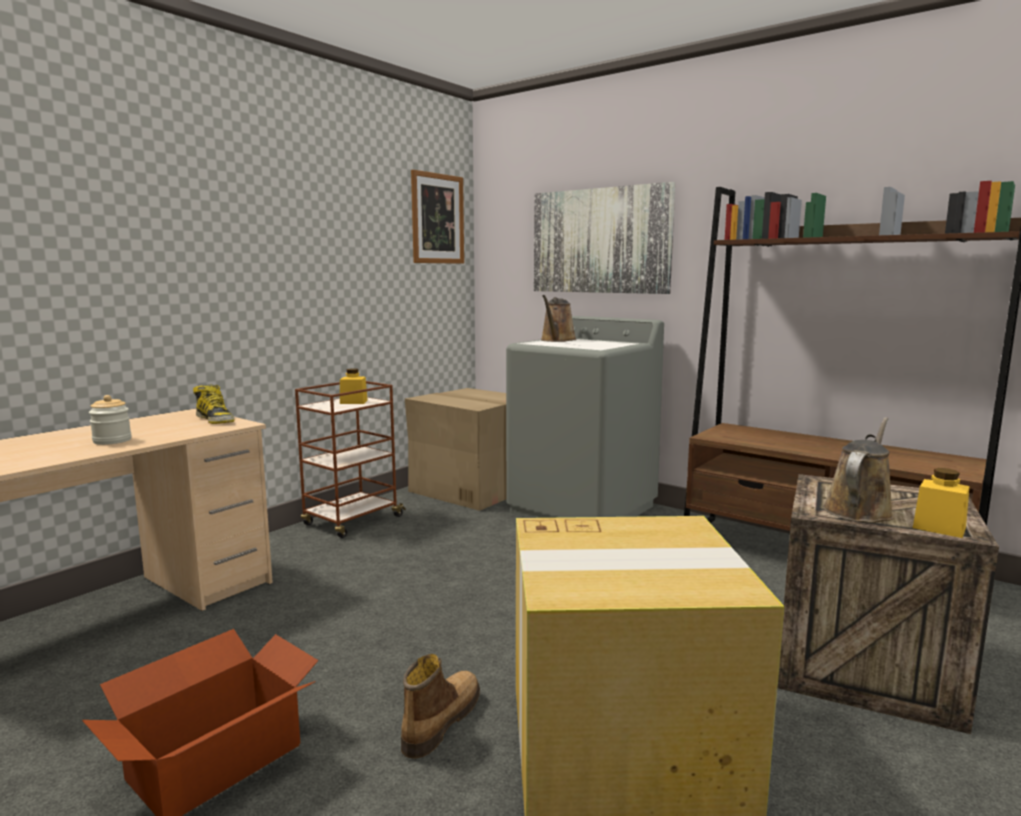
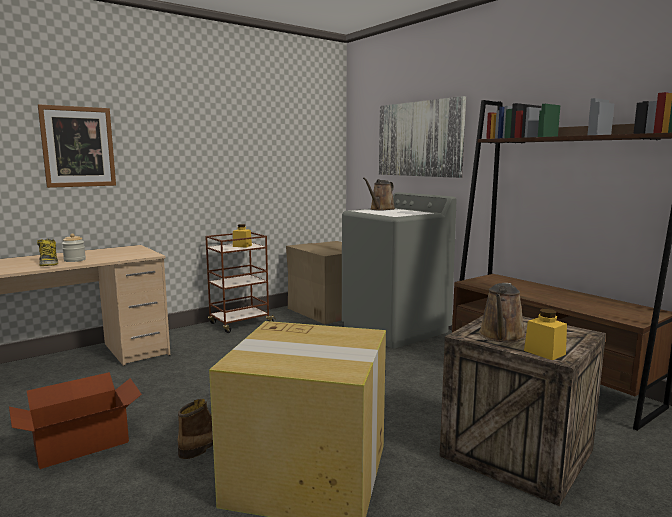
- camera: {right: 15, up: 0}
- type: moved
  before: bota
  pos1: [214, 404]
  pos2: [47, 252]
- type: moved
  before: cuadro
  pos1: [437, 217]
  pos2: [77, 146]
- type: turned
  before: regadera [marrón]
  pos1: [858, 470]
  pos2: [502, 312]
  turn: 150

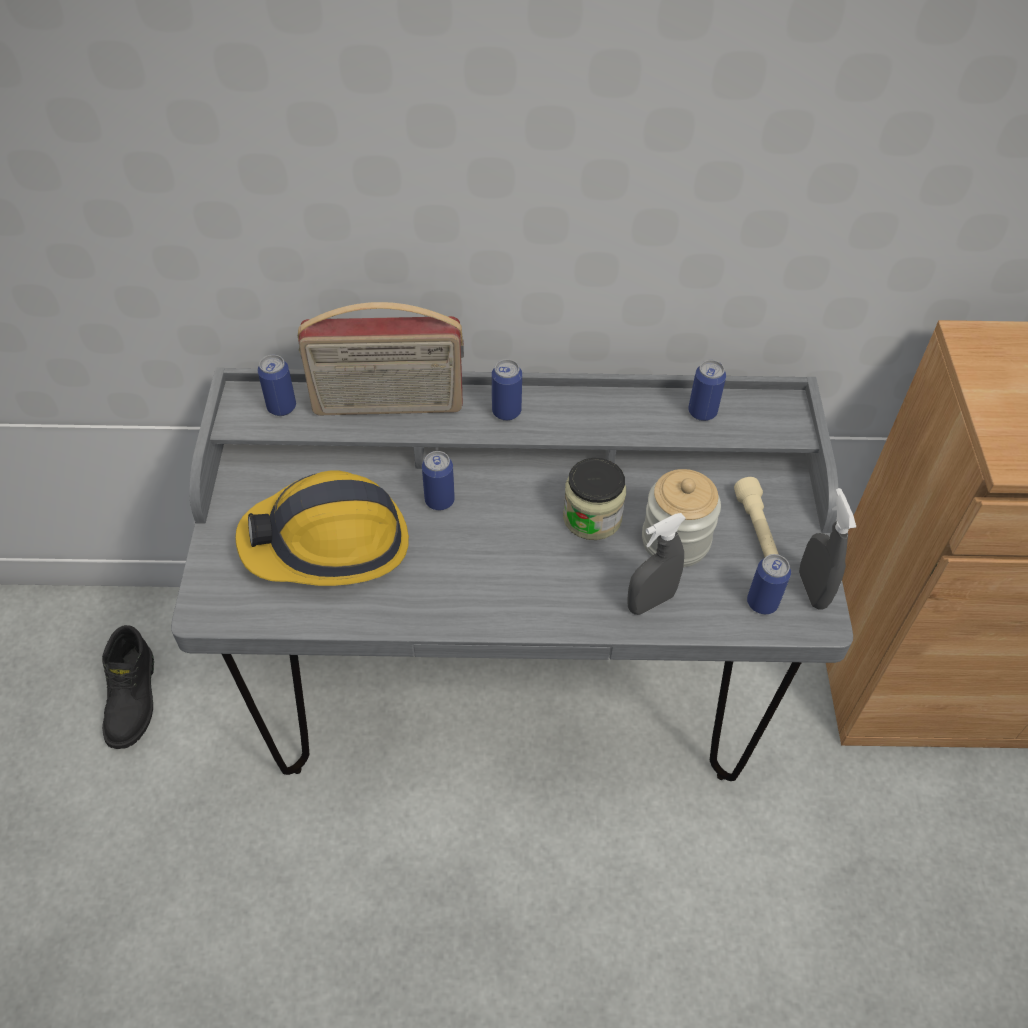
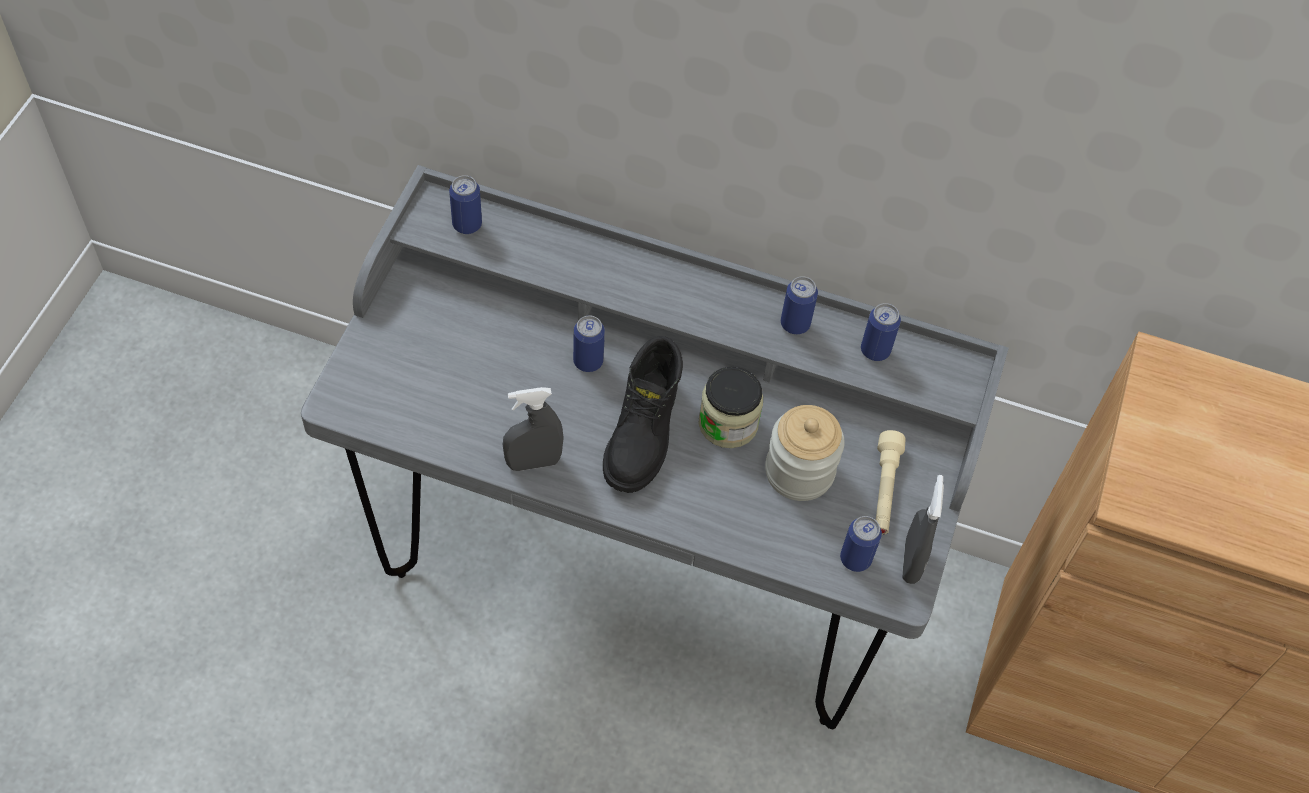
- camera: {right: 15, up: 5}
- type: moved
  before: pulverizador [gris]
  pos1: [657, 564]
  pos2: [533, 429]
- type: moved
  before: bota [negro]
  pos1: [128, 687]
  pos2: [643, 414]
- type: moved
  before: lata
  pos1: [507, 390]
  pos2: [799, 305]
- type: removed
  before: casco
  pos1: [322, 528]
- type: removed
  before: radio
  pos1: [381, 358]

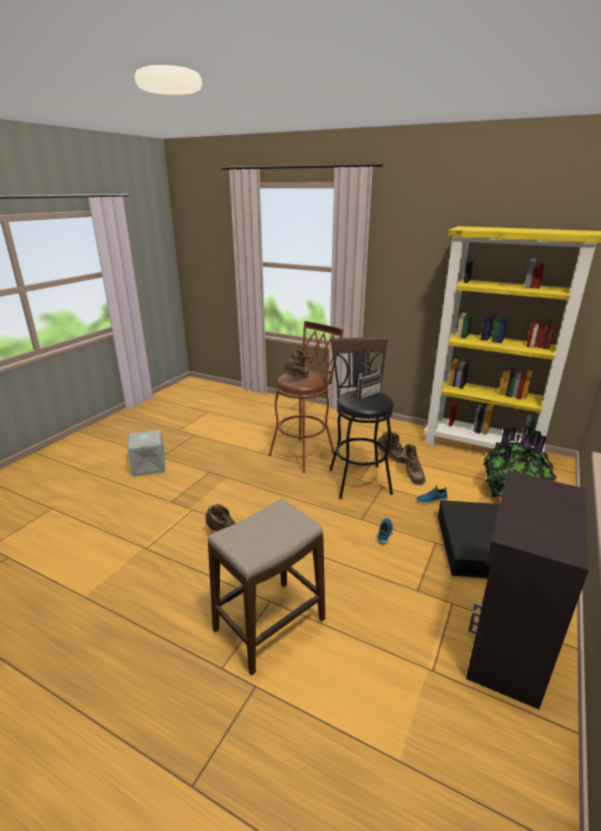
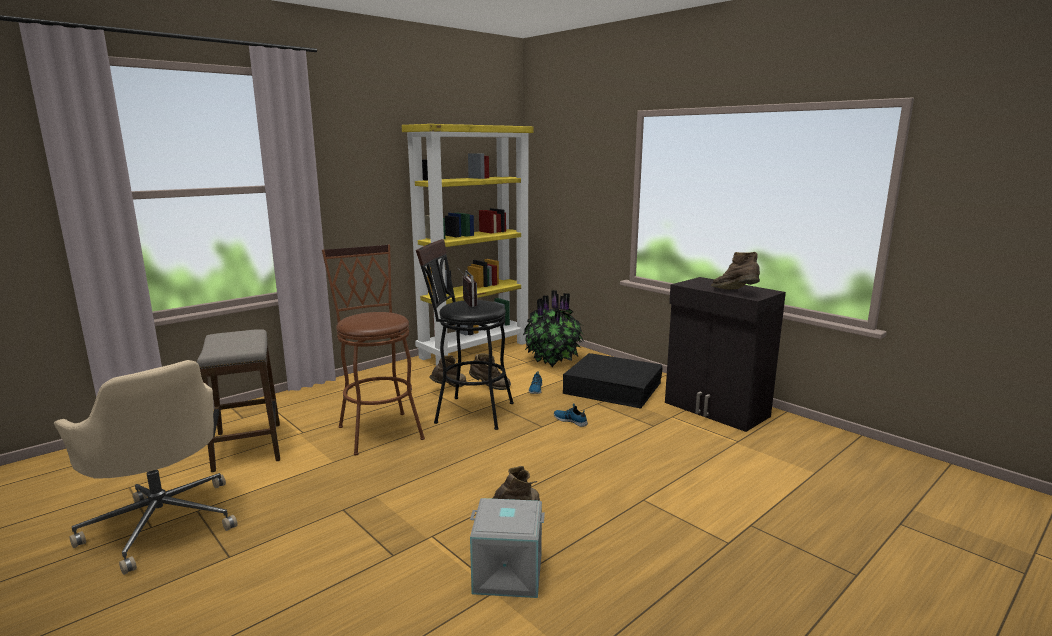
- camera: {right: -70, up: -10}
- type: added
  after: silla de oficina [beis]
  pos2: [146, 467]
- type: moved
  before: taburete
  pos1: [266, 587]
  pos2: [238, 400]
- type: moved
  before: caja de almacenaje [gris]
  pos1: [146, 453]
  pos2: [507, 548]
- type: moved
  before: bota [marrón]
  pos1: [295, 363]
  pos2: [735, 271]

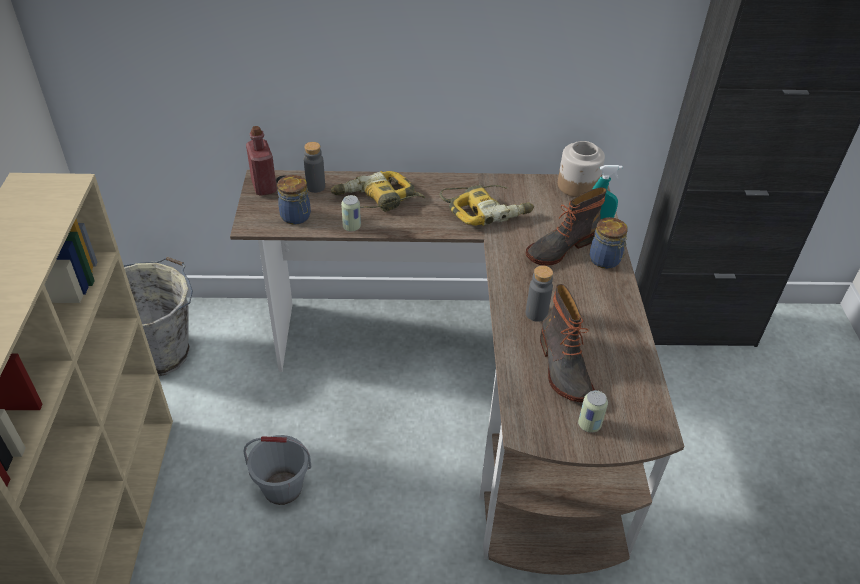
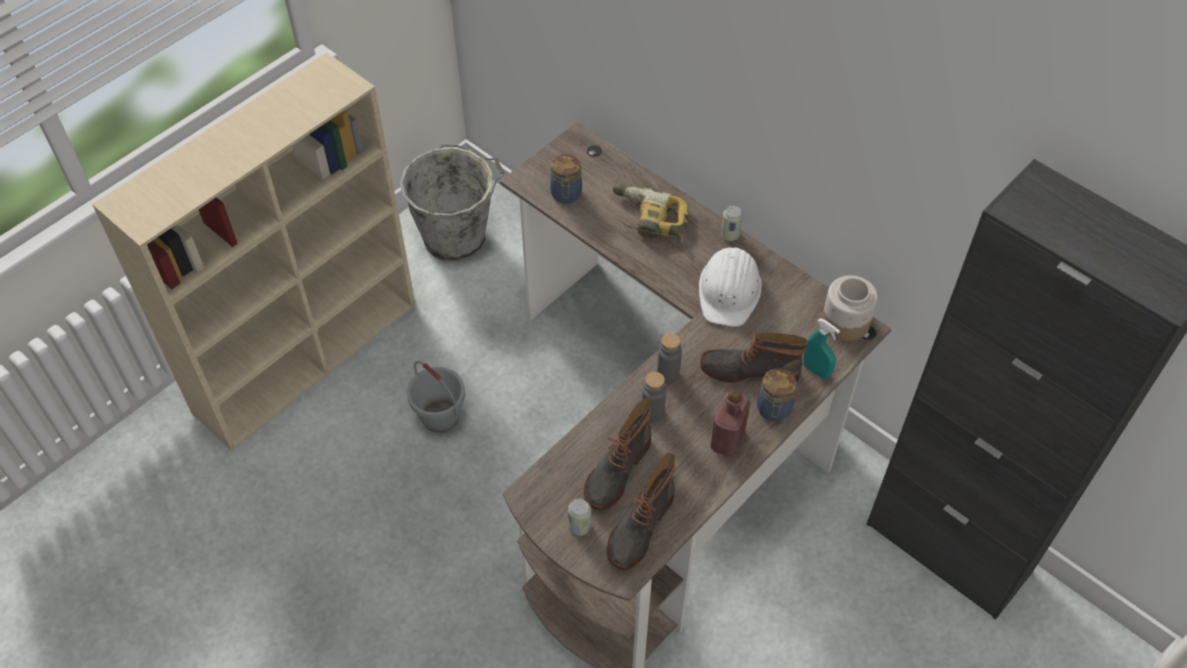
- camera: {right: 45, up: 10}
- type: added
  after: bota
  pos2: [641, 511]
- type: moved
  before: botella [gris]
  pos1: [314, 167]
  pos2: [669, 358]
- type: replaced
  before: taladro
  after: casco [blanco]
  pos1: [486, 205]
  pos2: [730, 286]
- type: moved
  before: botella [rojo]
  pos1: [261, 161]
  pos2: [731, 423]
- type: moved
  before: lata
  pos1: [351, 213]
  pos2: [732, 223]

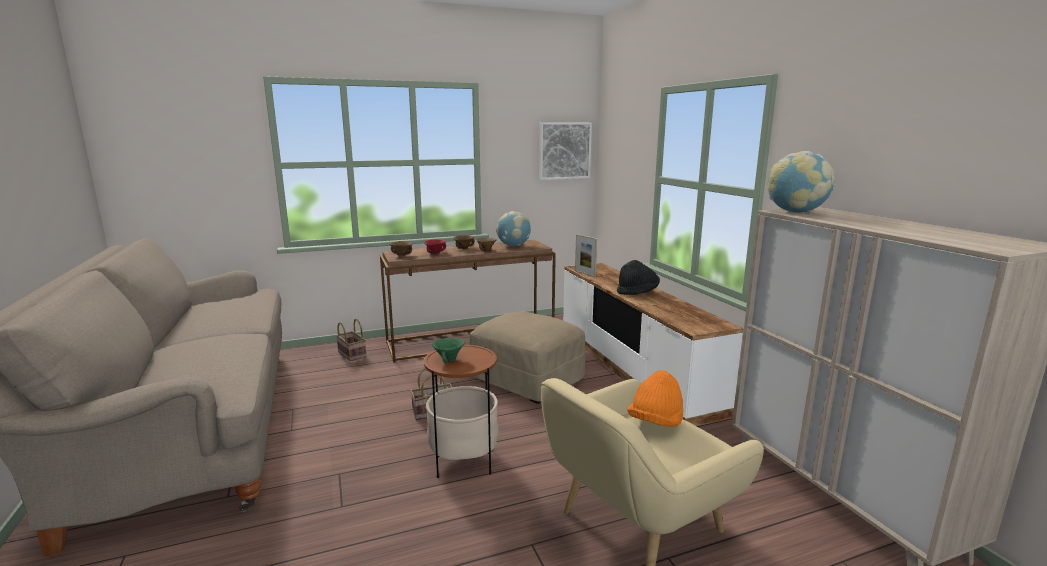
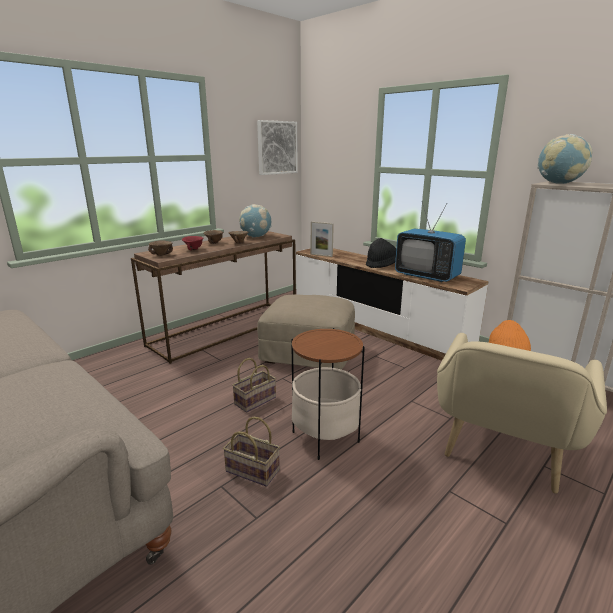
- camera: {right: -25, up: 5}
- type: moved
  before: cesta
  pos1: [351, 340]
  pos2: [251, 452]
- type: added
  after: televisor
  pos2: [430, 242]
- type: removed
  before: cuenco [verde]
  pos1: [448, 350]

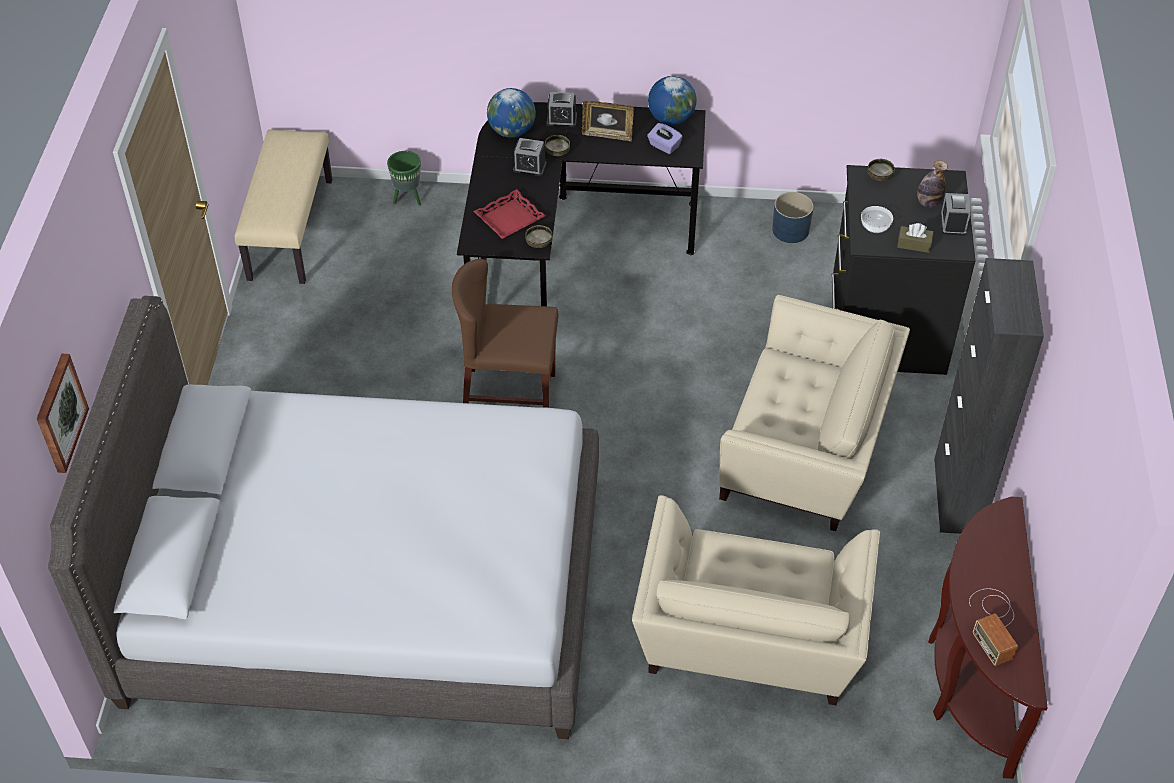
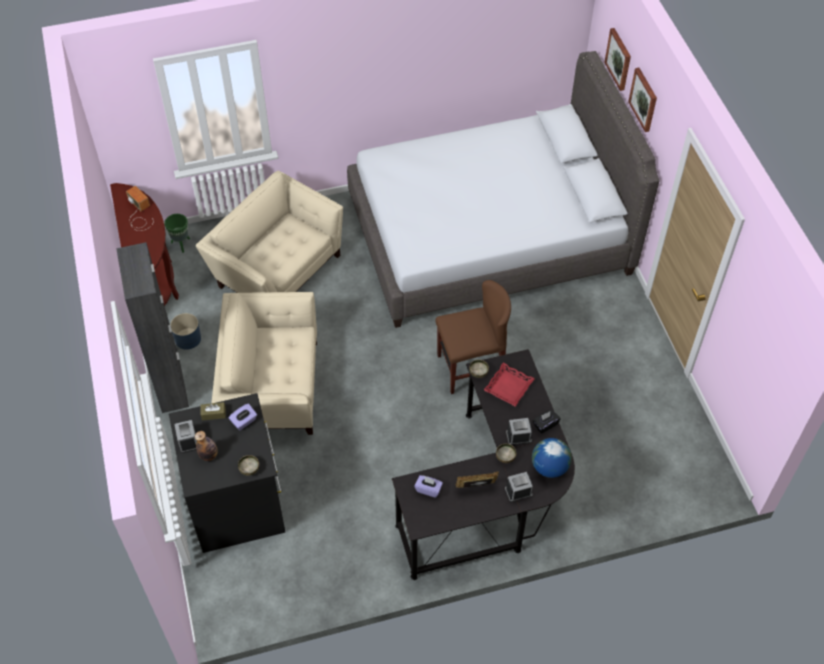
- camera: {right: 160, up: 5}
- type: moved
  before: maceta [verde]
  pos1: [404, 178]
  pos2: [177, 233]
- type: moved
  before: maceta [azul]
  pos1: [793, 217]
  pos2: [185, 331]
- type: turned
  before: sillón [beis]
  pos1: [756, 600]
  pos2: [269, 232]
  turn: -45
- type: replaced
  before: cuenco
  after: caja de pañuelos [morado]
  pos1: [877, 219]
  pos2: [242, 416]
- type: added
  after: caja de pañuelos [negro]
  pos2: [546, 421]
- type: added
  after: cuadro
  pos2: [642, 100]
- type: removed
  before: banco [beis]
  pos1: [283, 206]
- type: removed
  before: globo terráqueo
  pos1: [672, 100]

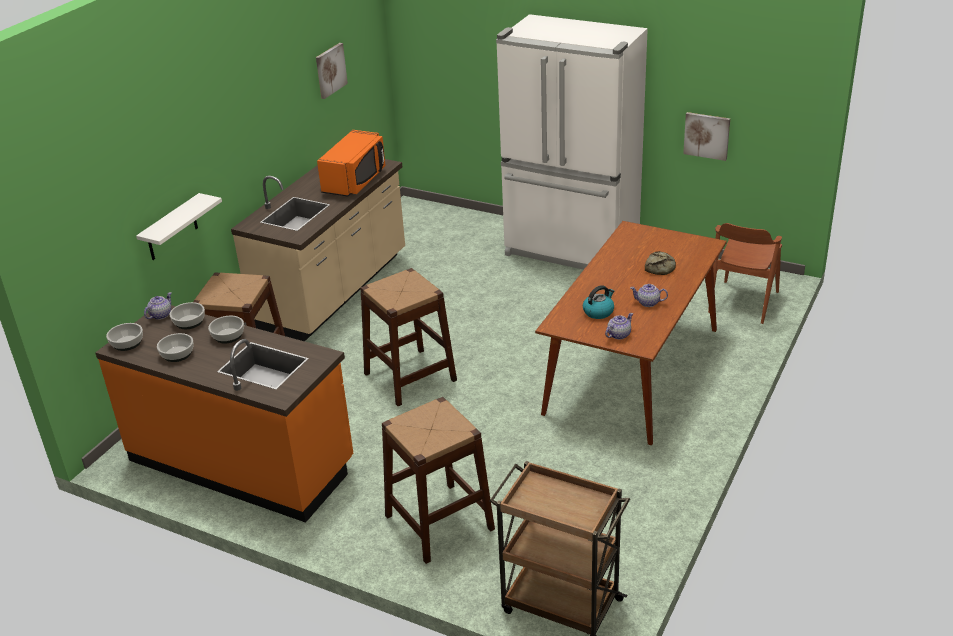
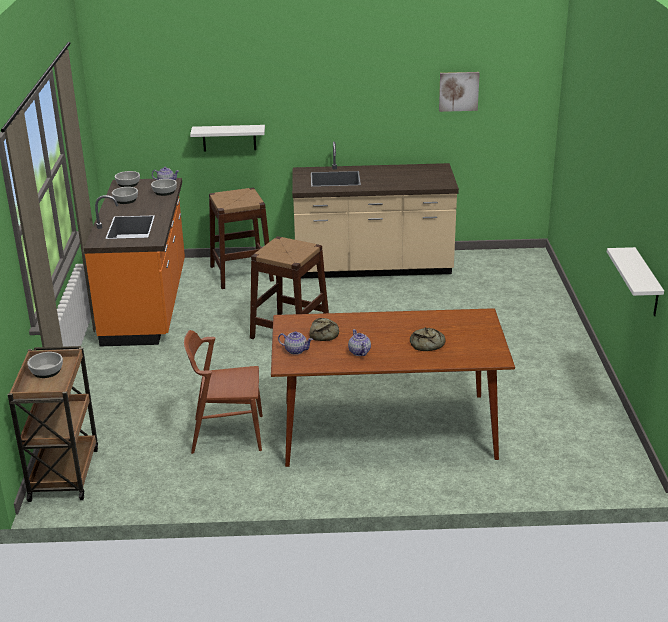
- camera: {right: 60, up: -5}
- type: moved
  before: cuenco
  pos1: [226, 329]
  pos2: [45, 365]
- type: moved
  before: silla [marrón]
  pos1: [745, 273]
  pos2: [223, 392]
- type: replaced
  before: hervidor
  after: pan
  pos1: [598, 302]
  pos2: [324, 329]
- type: replaced
  before: cuadro
  after: estante [blanco]
  pos1: [706, 136]
  pos2: [635, 281]
- type: removed
  before: microondas [naranja]
  pos1: [351, 163]
- type: removed
  before: taburete [marrón]
  pos1: [438, 480]
- type: removed
  before: nevera [blanco]
  pos1: [572, 142]

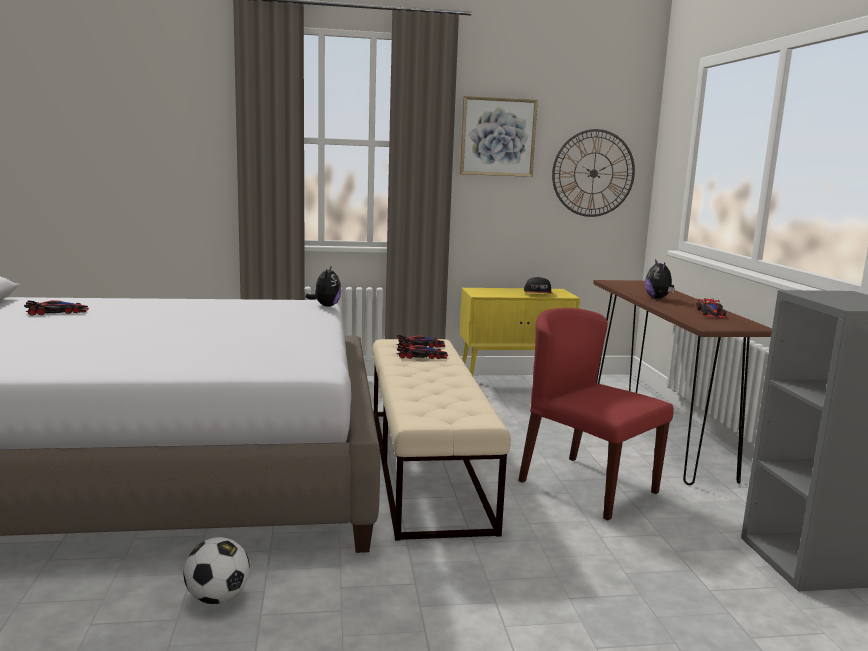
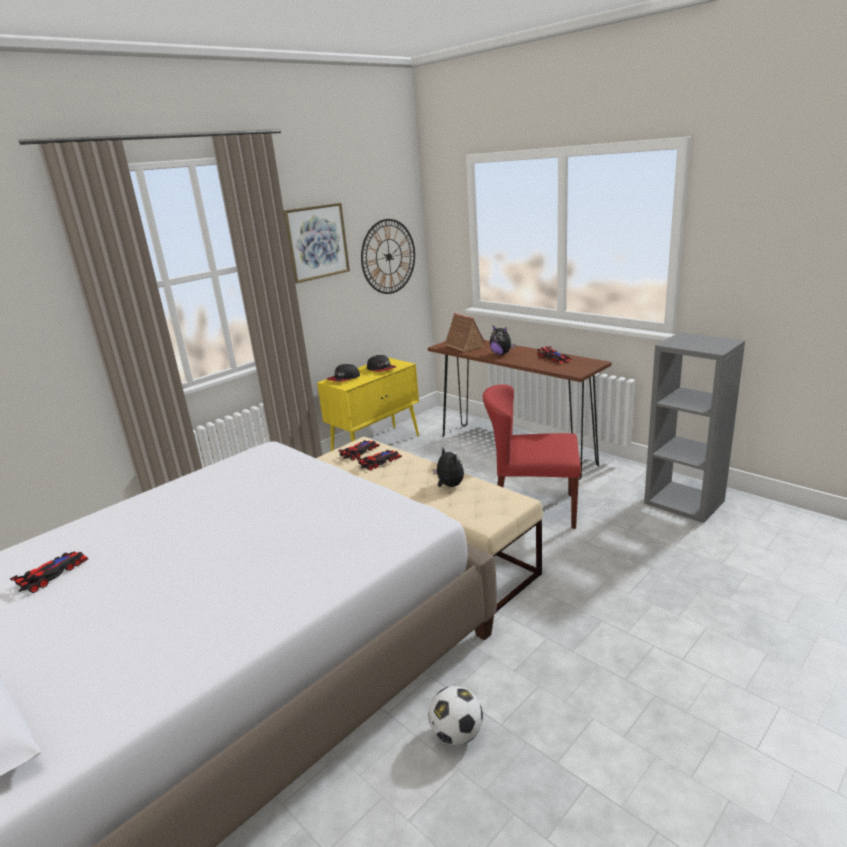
- camera: {right: -35, up: 10}
- type: added
  after: gorra
  pos2: [343, 373]
- type: moved
  before: peluche
  pos1: [323, 286]
  pos2: [448, 467]
- type: added
  after: casita
  pos2: [464, 332]

